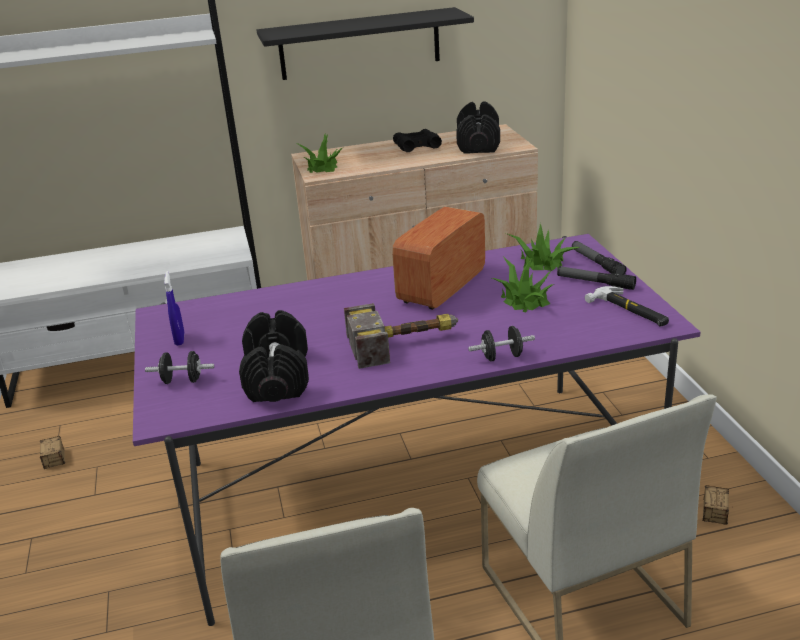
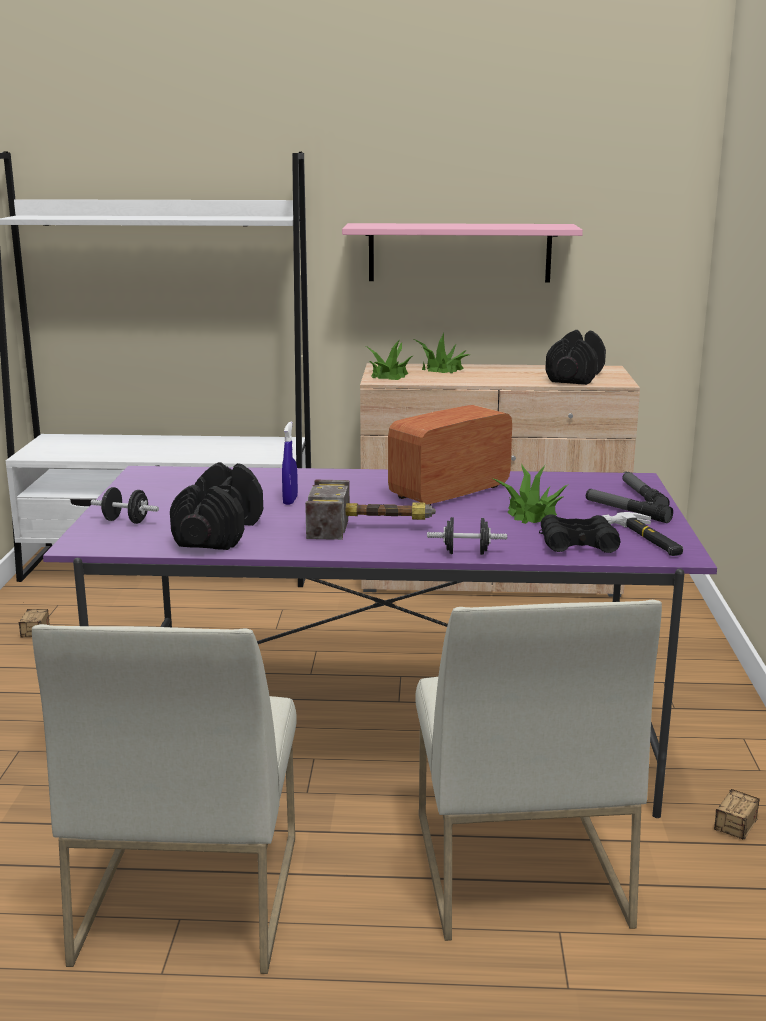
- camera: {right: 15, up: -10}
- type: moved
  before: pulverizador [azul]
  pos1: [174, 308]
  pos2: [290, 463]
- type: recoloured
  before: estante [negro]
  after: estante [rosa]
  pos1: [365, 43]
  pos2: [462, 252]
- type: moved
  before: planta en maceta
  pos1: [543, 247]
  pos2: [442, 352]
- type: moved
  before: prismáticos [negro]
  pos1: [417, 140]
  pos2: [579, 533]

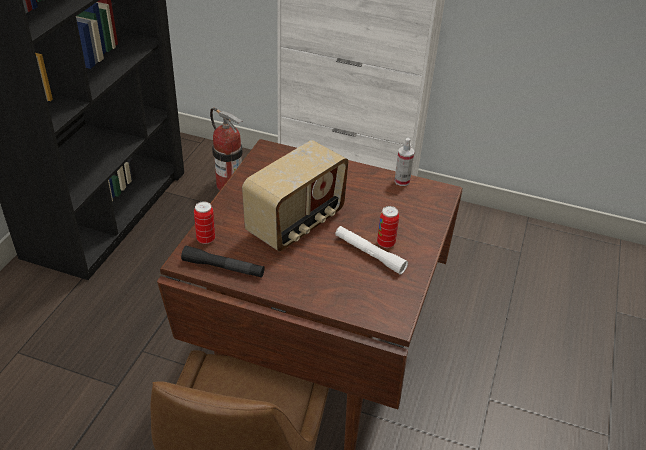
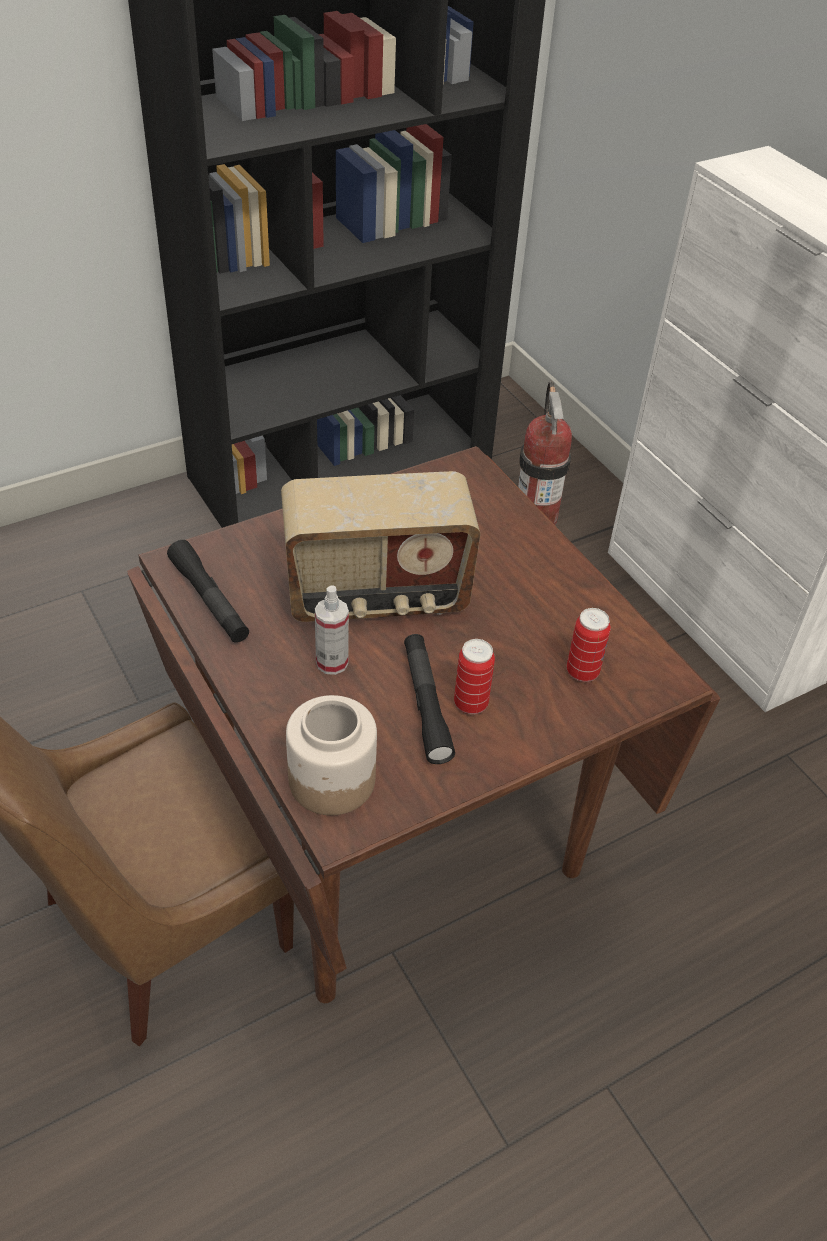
- camera: {right: 40, up: 5}
- type: added
  after: tarro
  pos2: [331, 755]
- type: moved
  before: pulverizador
  pos1: [404, 162]
  pos2: [332, 630]
- type: recoloured
  before: linterna [blanco]
  after: linterna [negro]
  pos1: [371, 250]
  pos2: [429, 699]
- type: moved
  before: lata
  pos1: [204, 222]
  pos2: [589, 645]

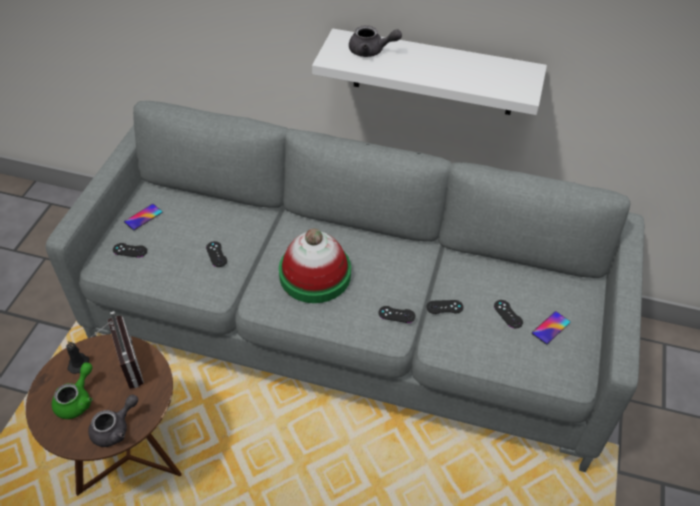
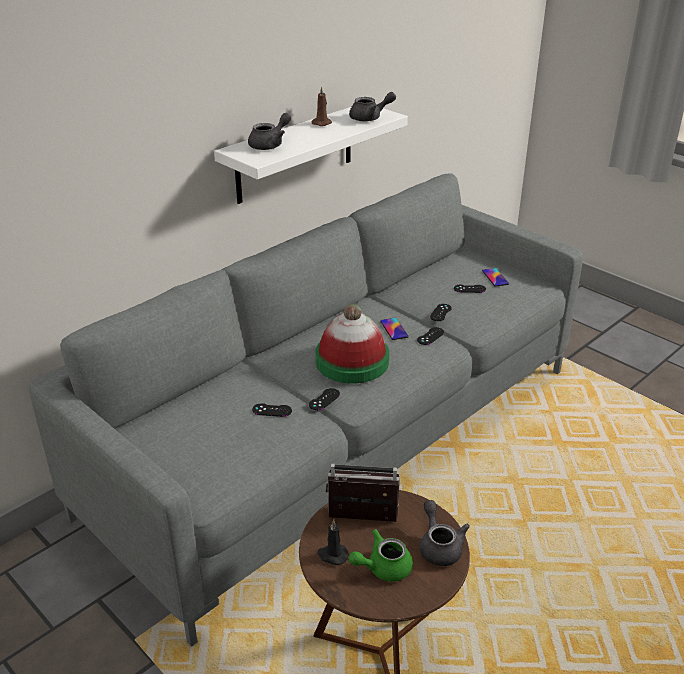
- camera: {right: -60, up: -15}
- type: moved
  before: mando de consola [negro]
  pos1: [130, 250]
  pos2: [324, 399]
- type: added
  after: vela [marrón]
  pos2: [321, 106]
- type: added
  after: tetera [gris]
  pos2: [372, 107]
- type: turned
  before: tetera [verde]
  pos1: [72, 390]
  pos2: [381, 555]
  turn: -75
- type: moved
  before: móvil
  pos1: [143, 217]
  pos2: [394, 329]

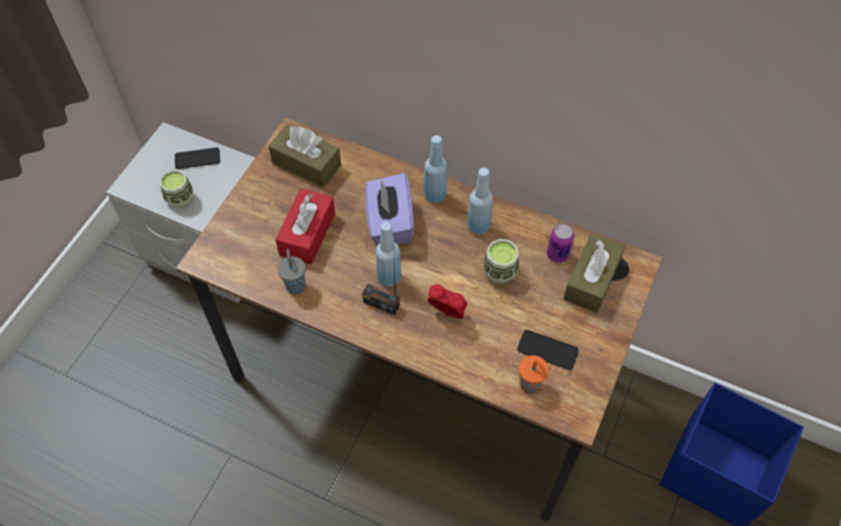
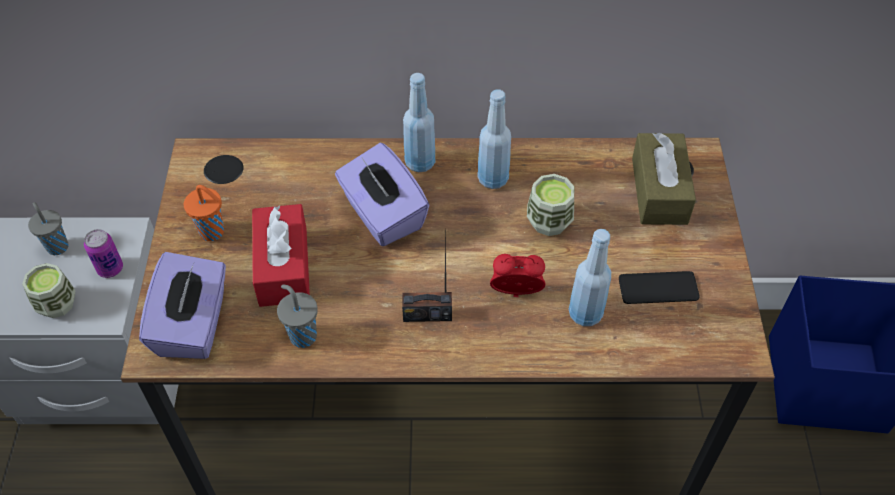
- camera: {right: -25, up: -5}
- type: replaced
  before: móvil
  after: taza [gris]
  pos1: [197, 158]
  pos2: [48, 228]
- type: moved
  before: lata
  pos1: [560, 243]
  pos2: [103, 253]
- type: added
  after: caja de pañuelos [morado]
  pos2: [182, 305]
- type: moved
  before: taza [naranja]
  pos1: [534, 374]
  pos2: [204, 213]
- type: moved
  before: botella [azul]
  pos1: [388, 254]
  pos2: [590, 277]
- type: removed
  before: caja de pañuelos [marrón]
  pos1: [304, 155]

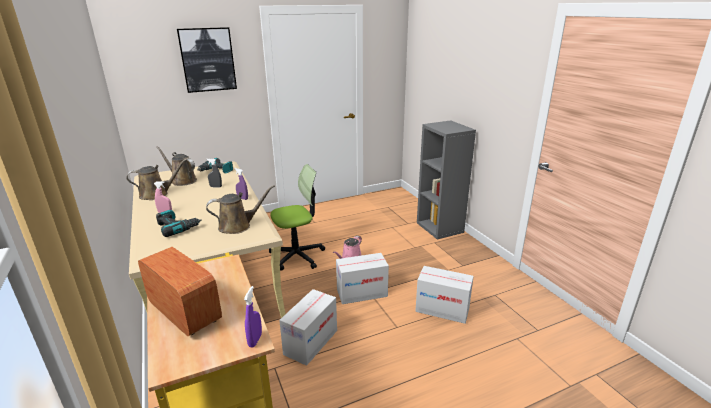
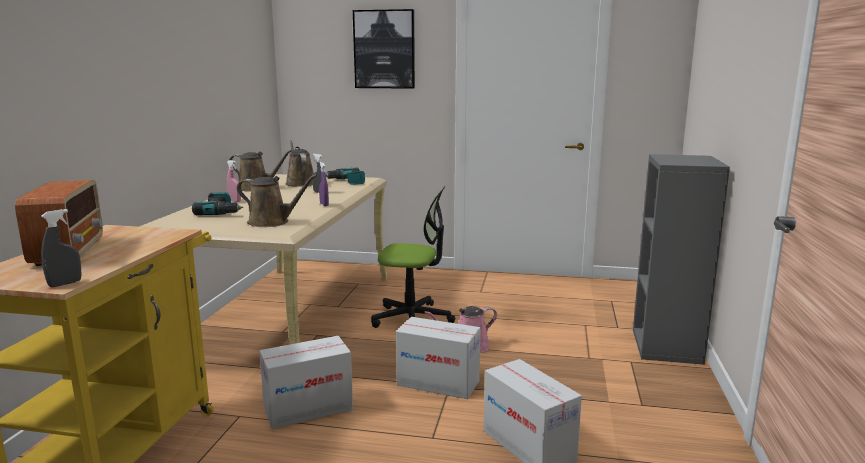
- camera: {right: 35, up: -10}
- type: recoloured
  before: pulverizador [morado]
  after: pulverizador [gris]
  pos1: [253, 316]
  pos2: [61, 248]

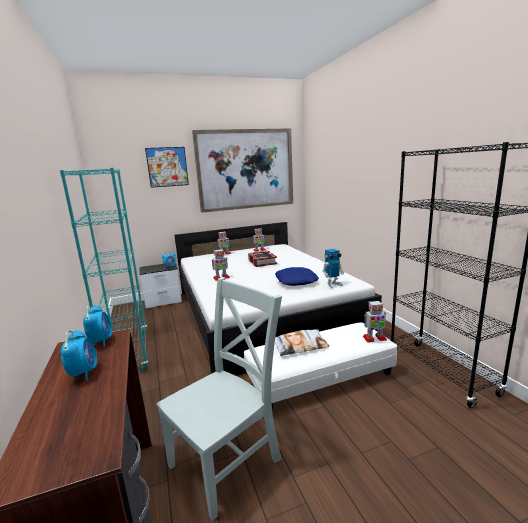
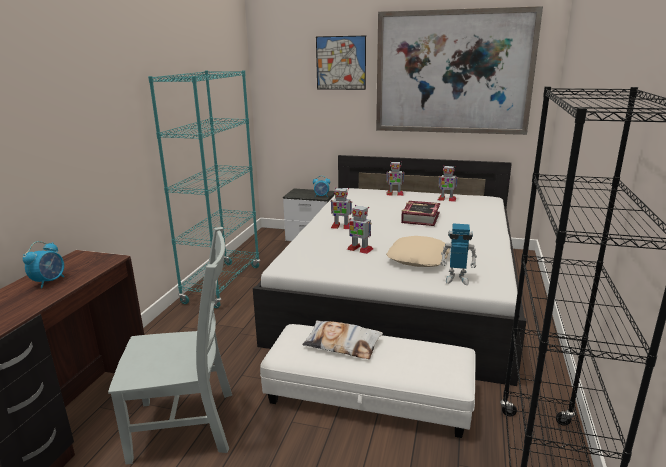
- camera: {right: 35, up: 5}
- type: moved
  before: robot de juguete
  pos1: [375, 321]
  pos2: [360, 229]
- type: recoloured
  before: cojín [azul]
  after: cojín [beis]
  pos1: [297, 276]
  pos2: [418, 251]
- type: removed
  before: despertador
  pos1: [97, 326]

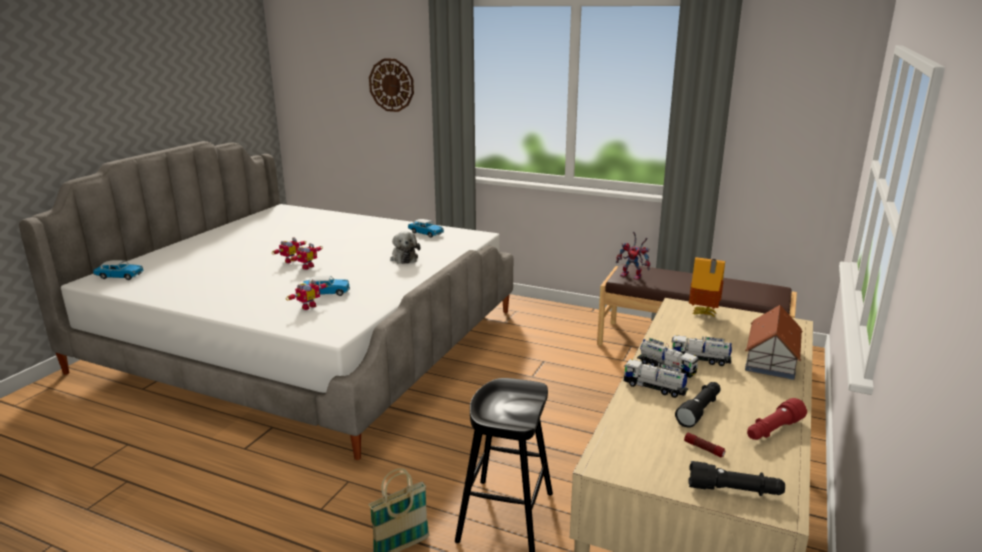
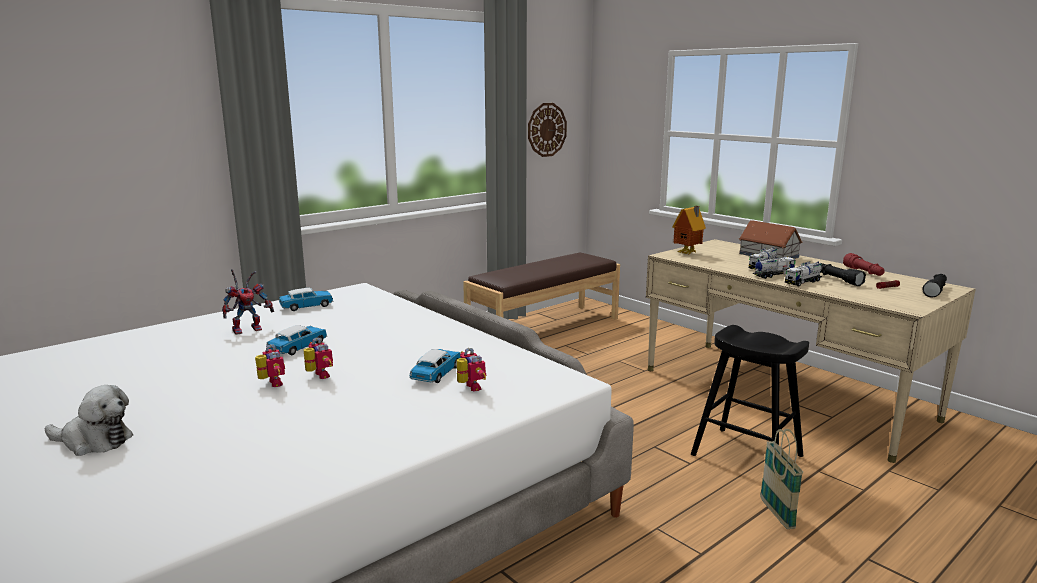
- camera: {right: -65, up: -5}
- type: moved
  before: peluche
  pos1: [405, 247]
  pos2: [89, 420]
- type: moved
  before: robot de juguete
  pos1: [633, 256]
  pos2: [248, 302]
- type: moved
  before: coche de juguete
  pos1: [118, 270]
  pos2: [297, 340]
- type: moved
  before: reloj de pared
  pos1: [391, 85]
  pos2: [547, 130]

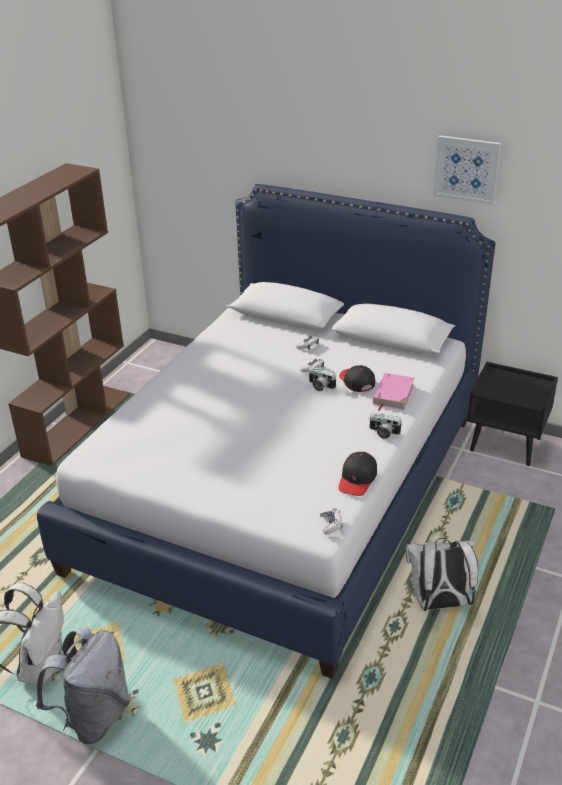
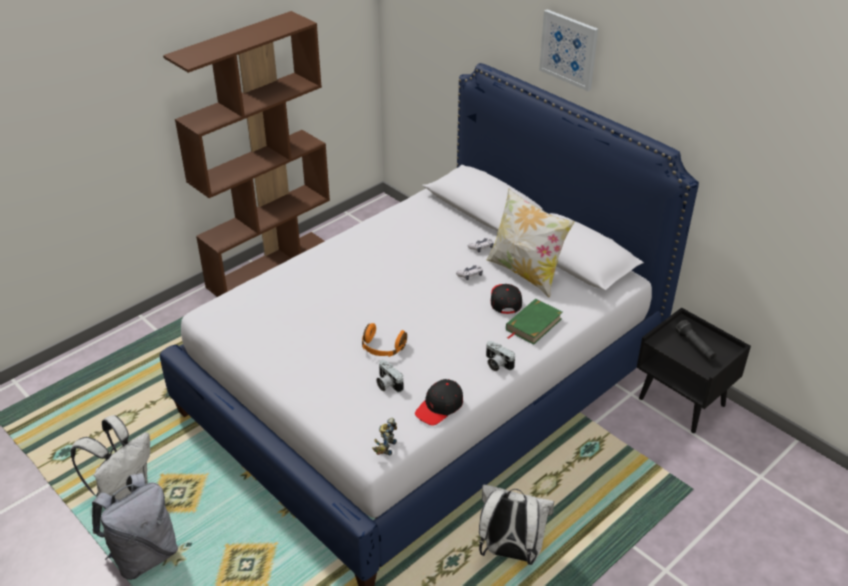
- camera: {right: 20, up: 5}
- type: added
  after: auriculares [naranja]
  pos2: [384, 340]
- type: replaced
  before: mando de consola
  after: robot de juguete
  pos1: [331, 521]
  pos2: [384, 436]
- type: moved
  before: cámara
  pos1: [323, 379]
  pos2: [389, 376]
- type: added
  after: cojín
  pos2: [530, 243]
- type: recoloured
  before: libro [rosa]
  after: libro [verde]
  pos1: [393, 392]
  pos2: [534, 322]
- type: moved
  before: cuadro
  pos1: [467, 170]
  pos2: [568, 50]
- type: added
  after: linterna [negro]
  pos2: [695, 340]

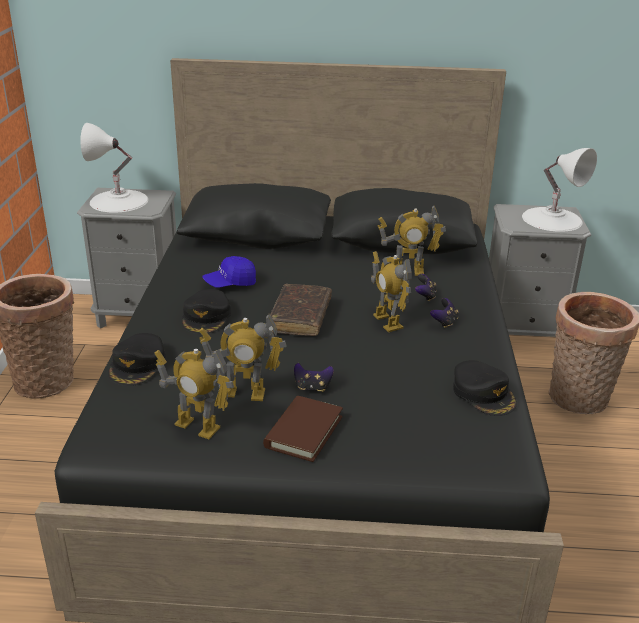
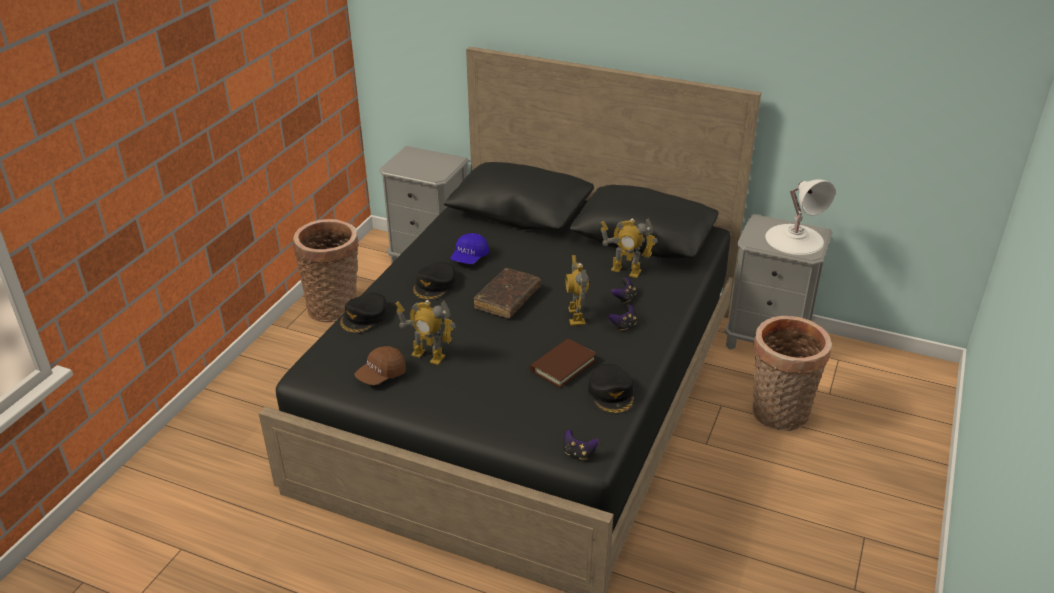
- camera: {right: 20, up: 5}
- type: replaced
  before: robot de juguete
  after: gorra [marrón]
  pos1: [194, 394]
  pos2: [380, 365]
- type: turned
  before: gorra [azul]
  pos1: [229, 271]
  pos2: [469, 248]
  turn: -60
- type: moved
  before: libro [marrón]
  pos1: [303, 429]
  pos2: [563, 363]
- type: moved
  before: mando de consola
  pos1: [314, 377]
  pos2: [581, 444]
- type: removed
  before: lámpara de mesa [blanco]
  pos1: [114, 168]

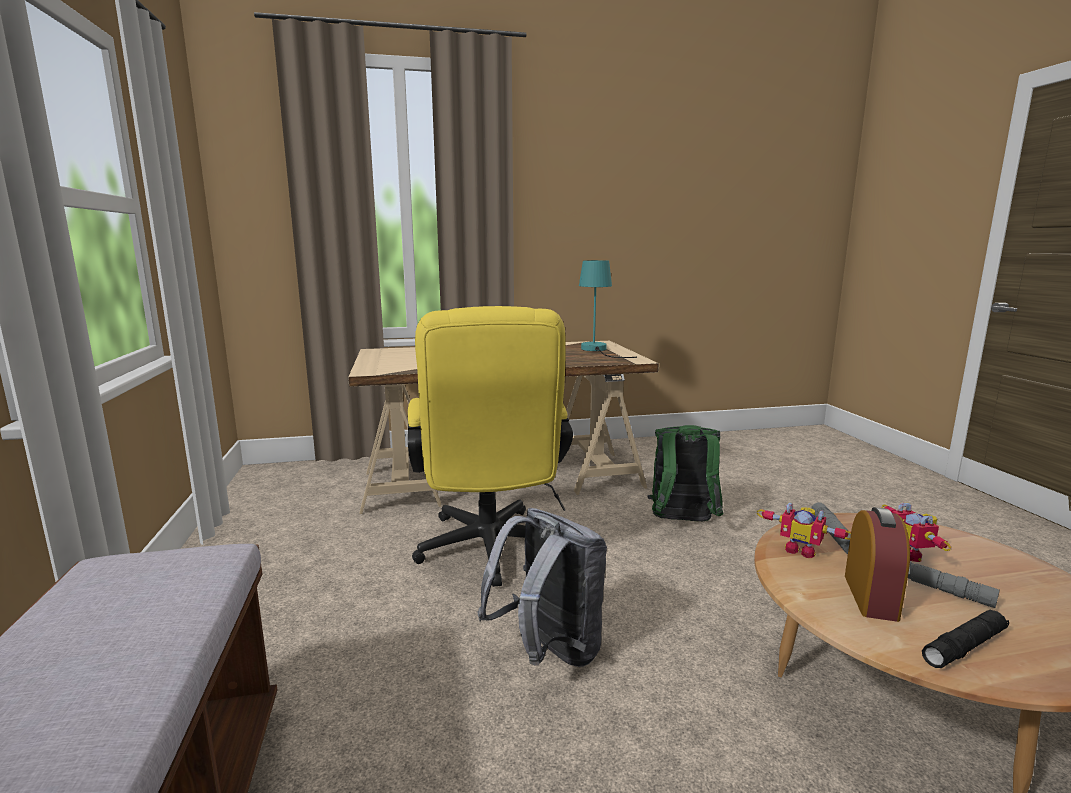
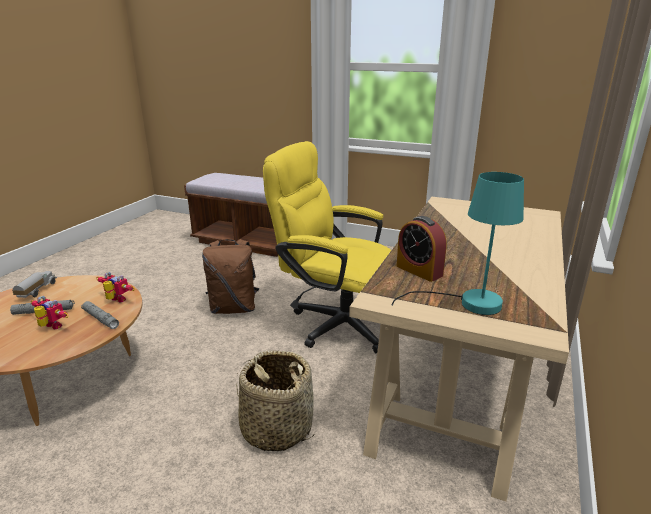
- camera: {right: 125, up: 10}
- type: replaced
  before: linterna [negro]
  after: camión de juguete
  pos1: [965, 639]
  pos2: [34, 284]
- type: turned
  before: robot de juguete
  pos1: [803, 530]
  pos2: [115, 287]
  turn: 45
- type: recoloured
  before: mochila [gris]
  after: mochila [marrón]
  pos1: [542, 587]
  pos2: [230, 276]
- type: replaced
  before: mochila [verde]
  after: cesta
  pos1: [685, 473]
  pos2: [275, 400]
- type: moved
  before: despertador
  pos1: [877, 564]
  pos2: [421, 249]

